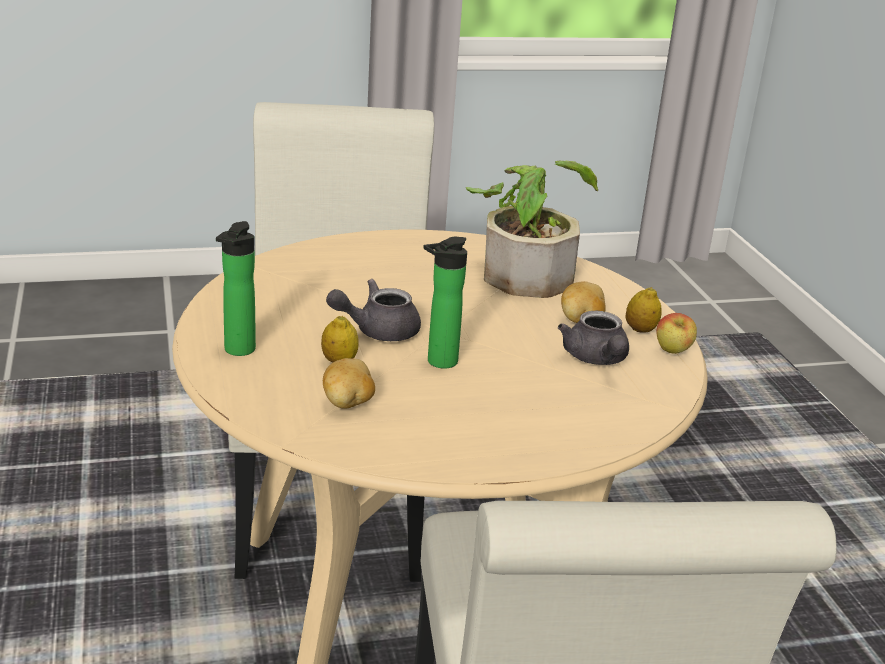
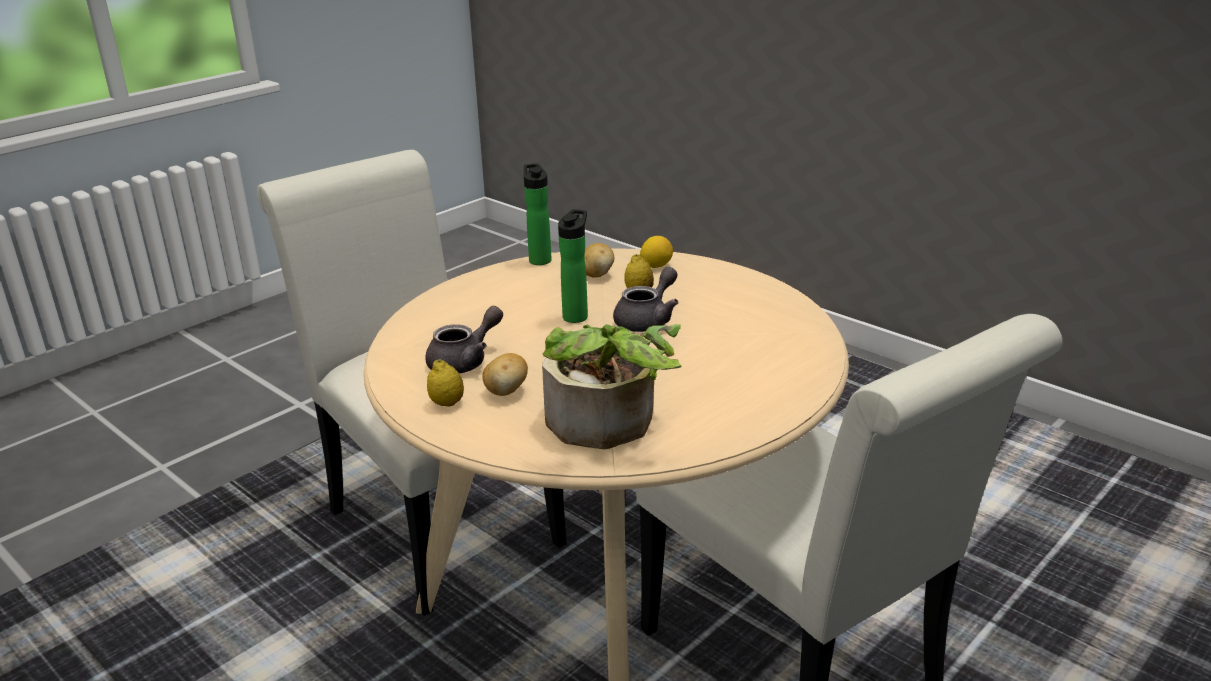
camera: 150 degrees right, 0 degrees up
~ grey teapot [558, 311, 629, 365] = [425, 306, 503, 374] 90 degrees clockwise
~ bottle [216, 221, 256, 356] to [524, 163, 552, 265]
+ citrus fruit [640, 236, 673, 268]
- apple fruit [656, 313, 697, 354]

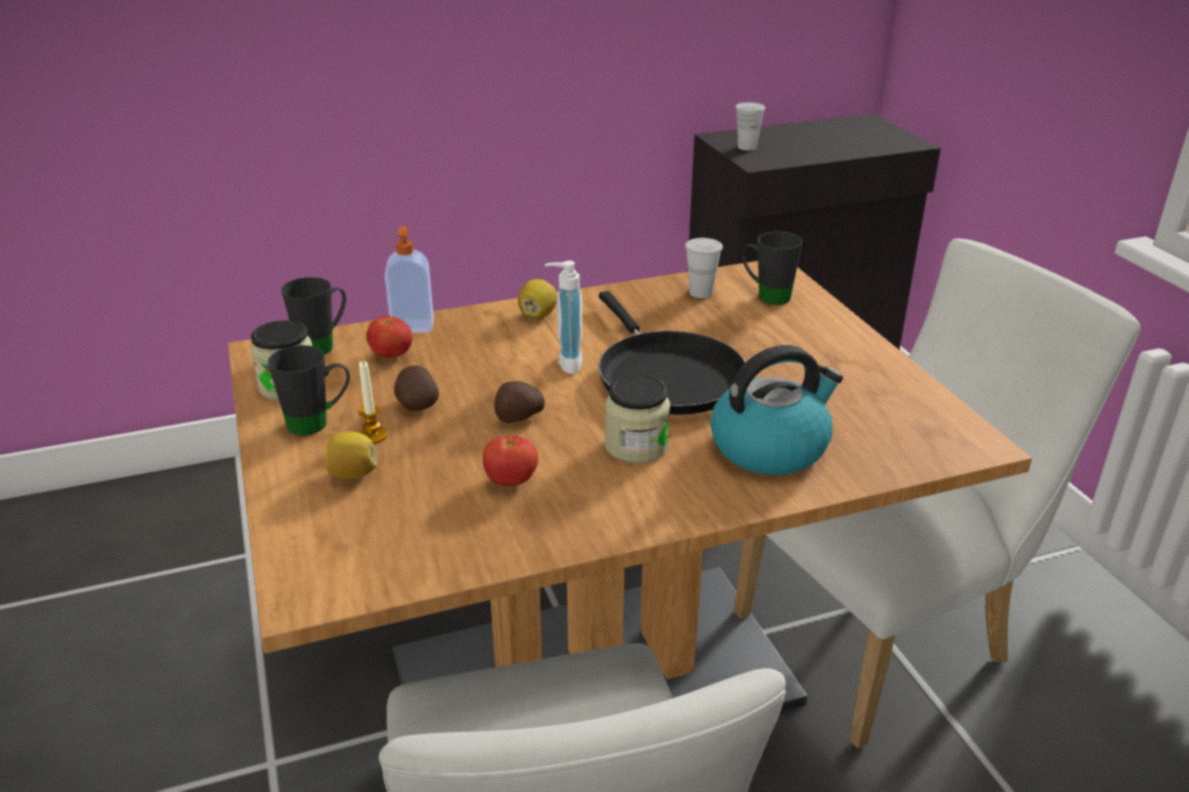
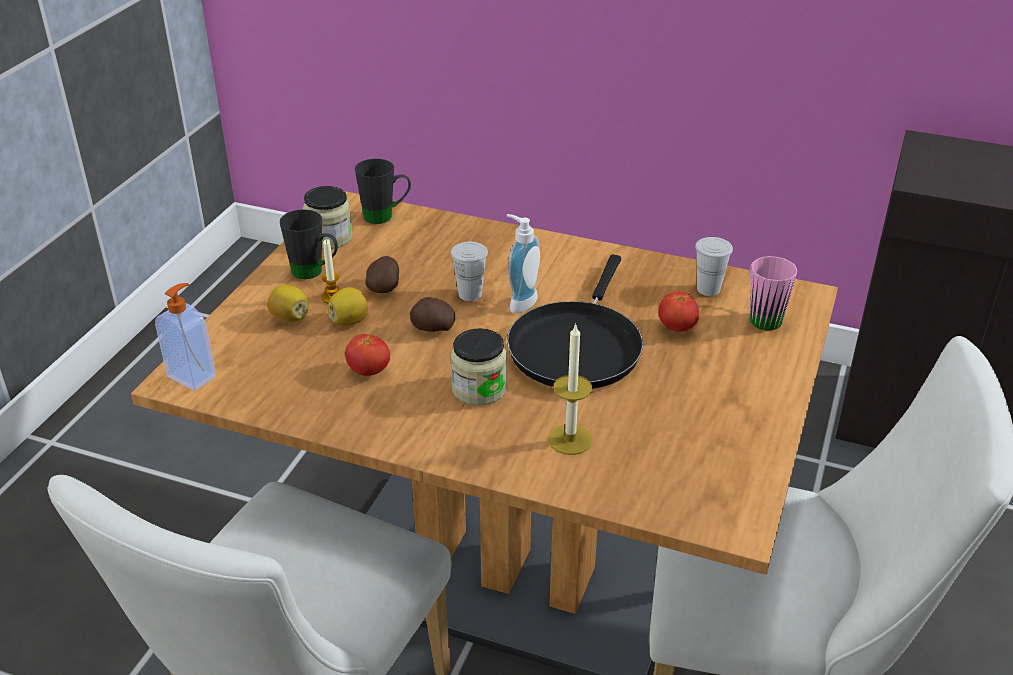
camera: 40 degrees right, 5 degrees up
~ liquid soap bottle [385, 226, 434, 333] to [155, 283, 216, 391]
~ citrus fruit [518, 279, 557, 319] to [328, 287, 368, 326]
~ white small cup [735, 102, 765, 150] to [451, 242, 488, 301]
~ tea kettle [710, 345, 843, 475] to wax light [548, 323, 592, 455]
~ whole tomato [366, 316, 413, 358] to [658, 291, 699, 332]
~ black-coloured mug [741, 232, 802, 305] to pink-coloured mug [749, 256, 797, 331]

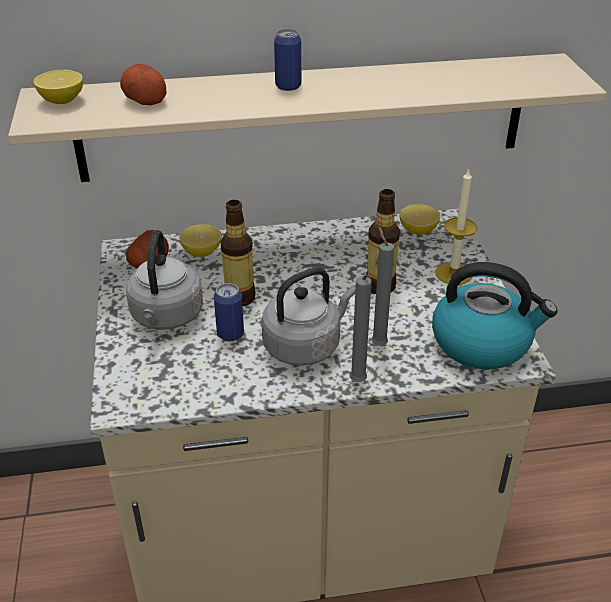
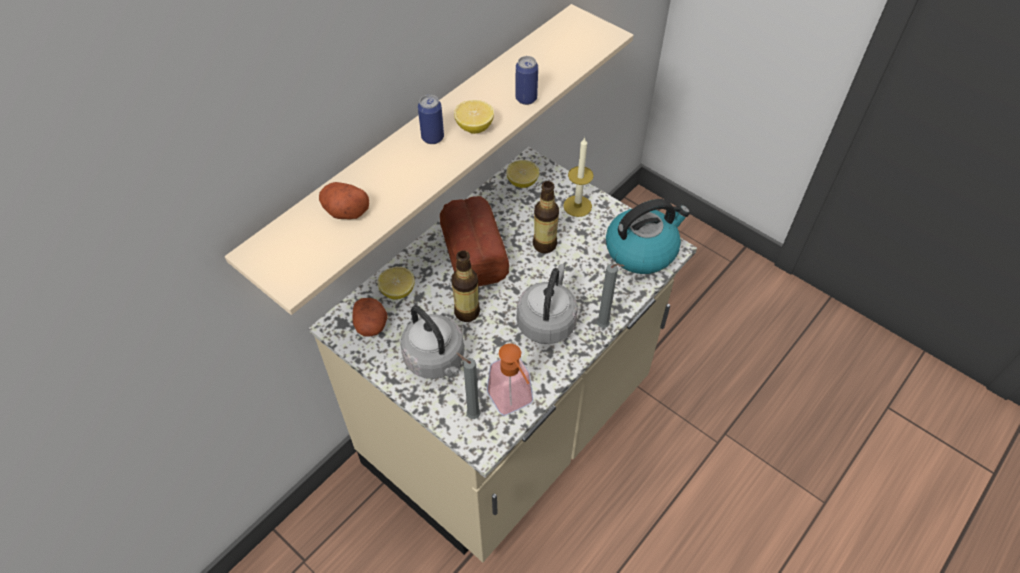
camera: 40 degrees left, 15 degrees up
+ baked bread [440, 196, 509, 287]
~ citrus fruit [34, 70, 83, 104] to [454, 100, 494, 134]
~ grey wax light [371, 227, 394, 346] to [457, 353, 481, 419]
+ liquid soap bottle [487, 343, 533, 416]
~ sealed can [214, 283, 244, 341] to [515, 56, 538, 105]

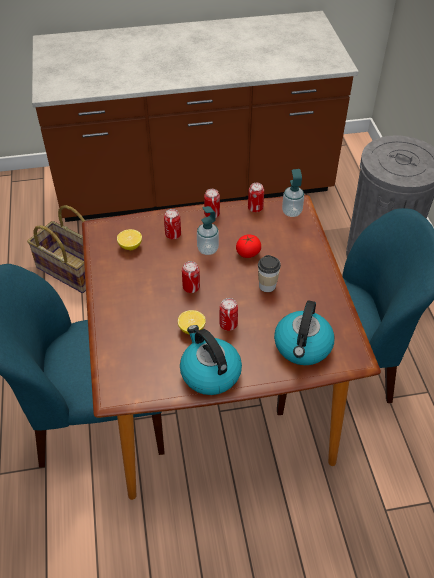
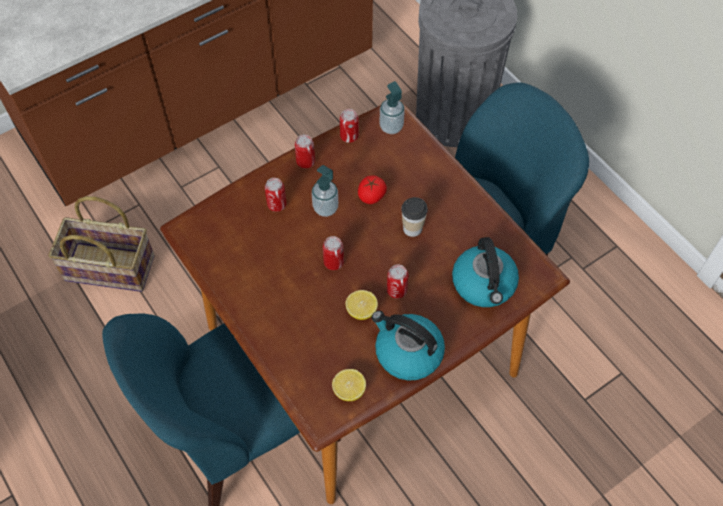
camera: 25 degrees left, 10 degrees up
~ citrus fruit [117, 229, 142, 250] to [332, 369, 366, 401]

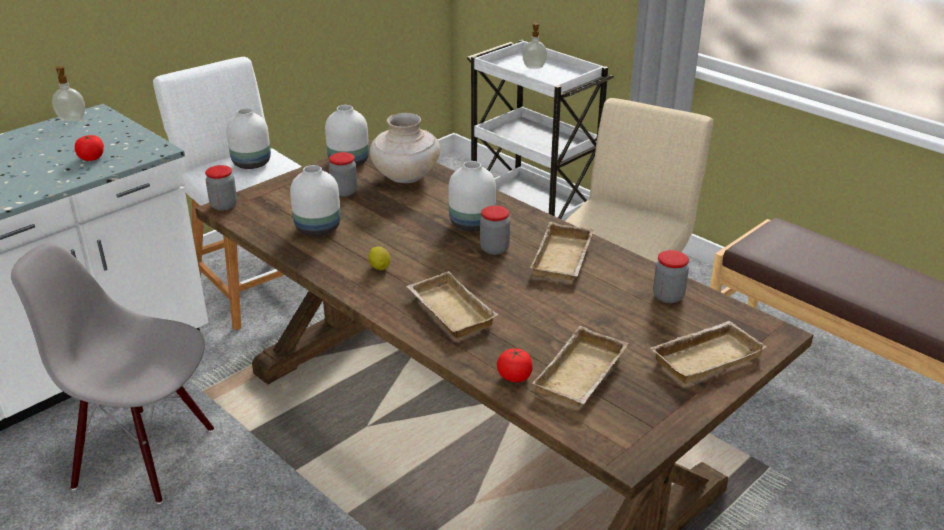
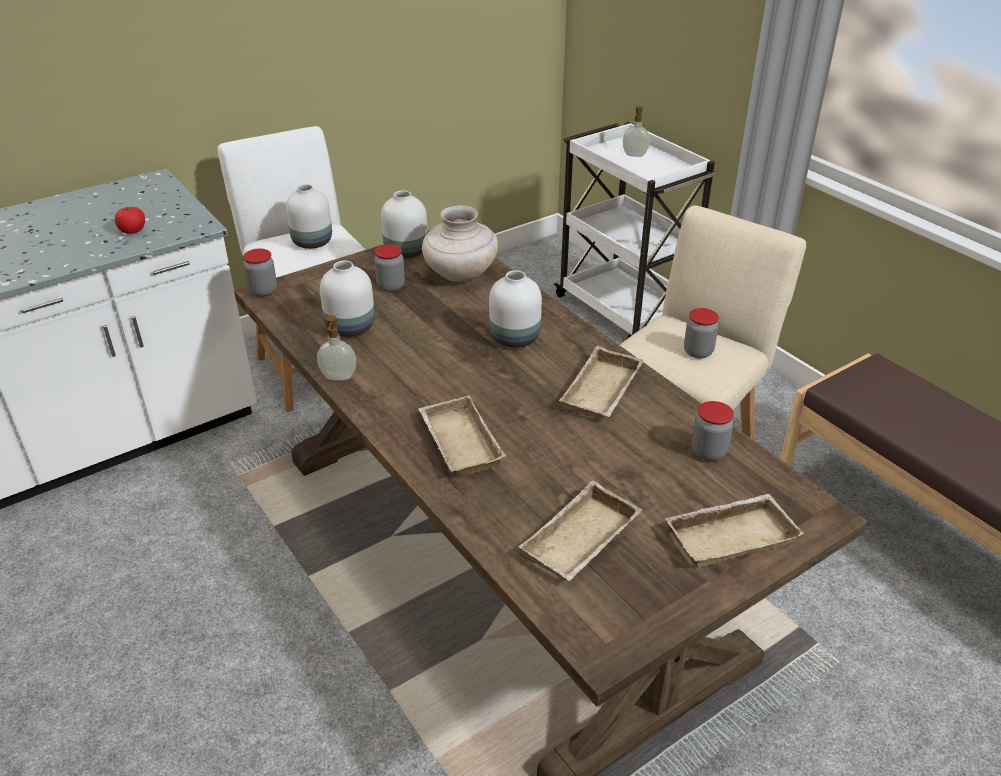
camera: 10 degrees right, 5 degrees up
~ liquid soap bottle [52, 66, 85, 122] to [317, 315, 356, 380]
~ jar [480, 206, 510, 255] to [684, 308, 719, 358]
- grey upright chair [11, 243, 214, 504]
- citrus fruit [368, 247, 390, 270]
- whole tomato [497, 347, 533, 382]

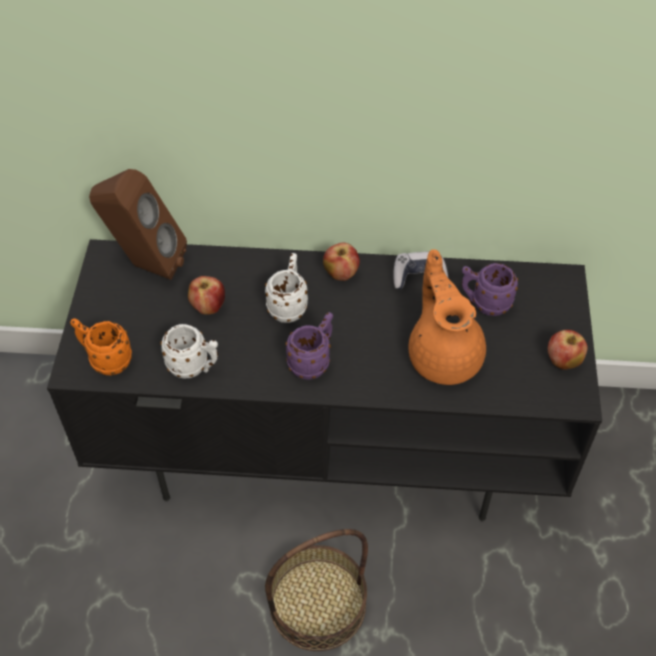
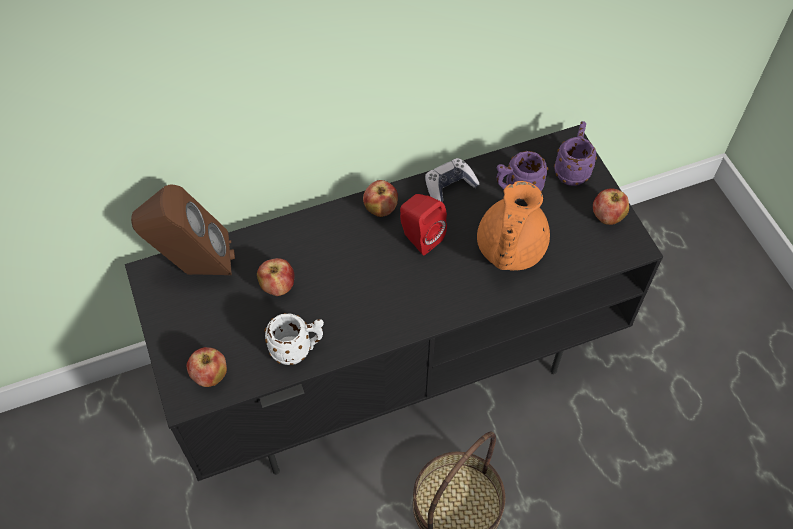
camera: 25 degrees left, 5 degrees up
~ orangey mug [70, 318, 132, 376] to apple fruit [187, 347, 227, 387]
+ red audio speaker [400, 194, 447, 255]
~ orangey teapot [408, 249, 486, 385] = [477, 181, 550, 271] 120 degrees counterclockwise
~ purple-coloured mug [285, 312, 333, 380] to [554, 121, 597, 186]
- white mug [265, 253, 308, 323]

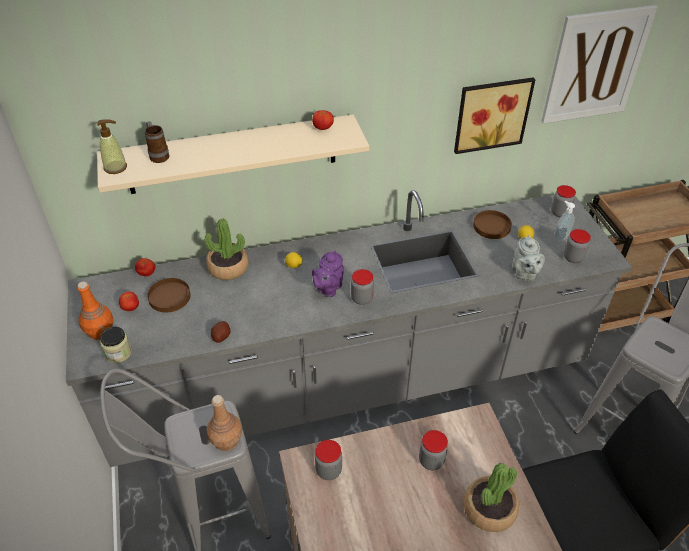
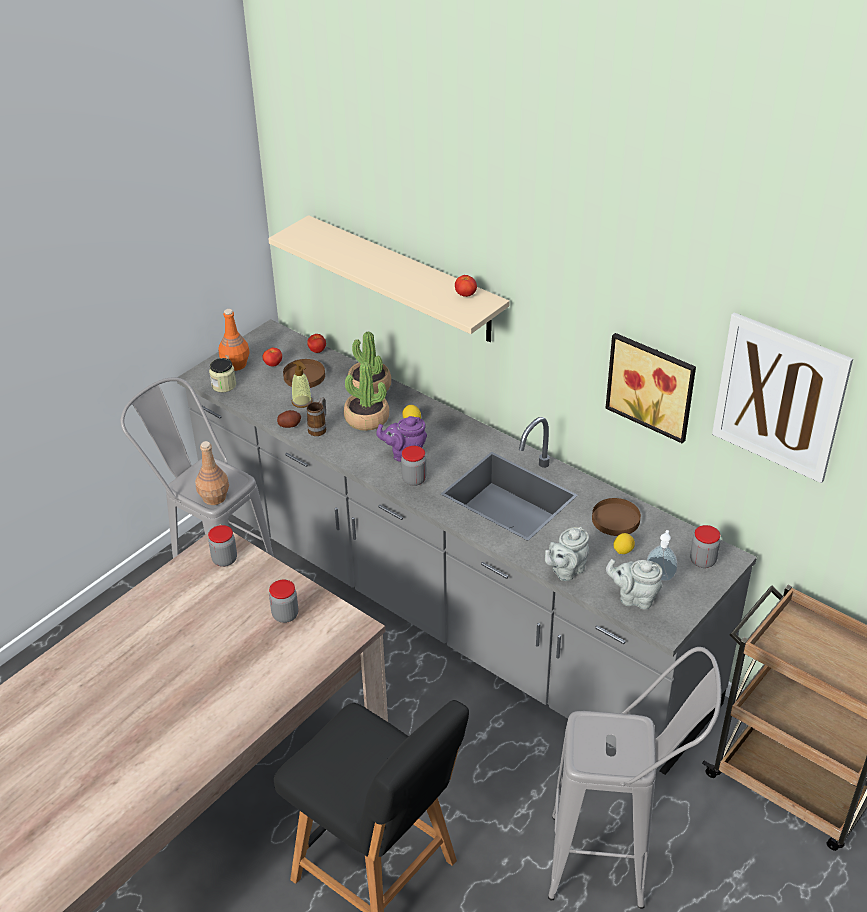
camera: 55 degrees right, 5 degrees down
~ liquid soap bottle [97, 119, 127, 174] to [292, 360, 312, 408]
~ mug [145, 121, 169, 163] to [307, 397, 326, 436]
~ potted plant [464, 463, 519, 532] to [344, 362, 389, 431]
~ jar [564, 229, 591, 263] to grey teapot [606, 559, 663, 610]

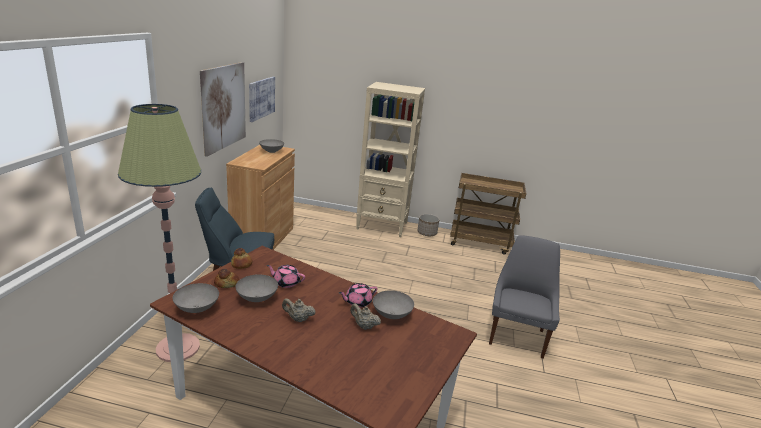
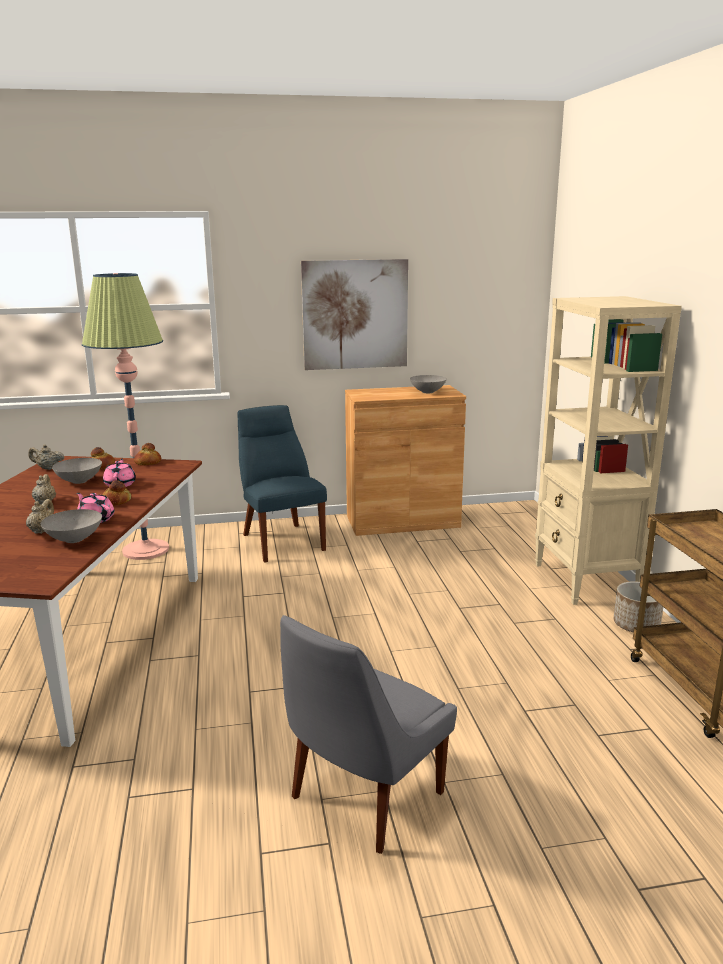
camera: 70 degrees right, 5 degrees down
~ grey deep dish [172, 283, 219, 313] to sand-coloured teapot [28, 445, 65, 470]
+ baked bread [102, 480, 131, 506]
~ grey upright chair [489, 235, 560, 359] = [280, 615, 457, 854] 135 degrees clockwise
- wall picture [249, 77, 275, 122]

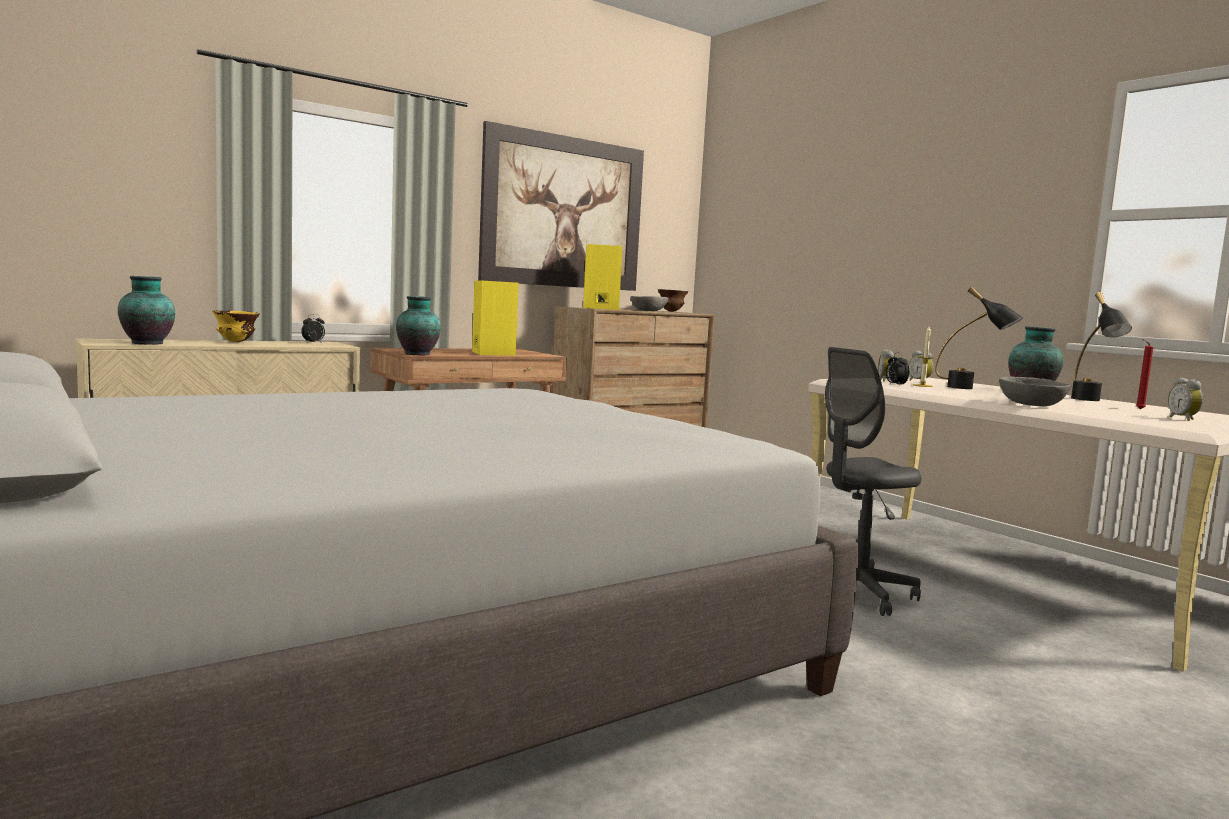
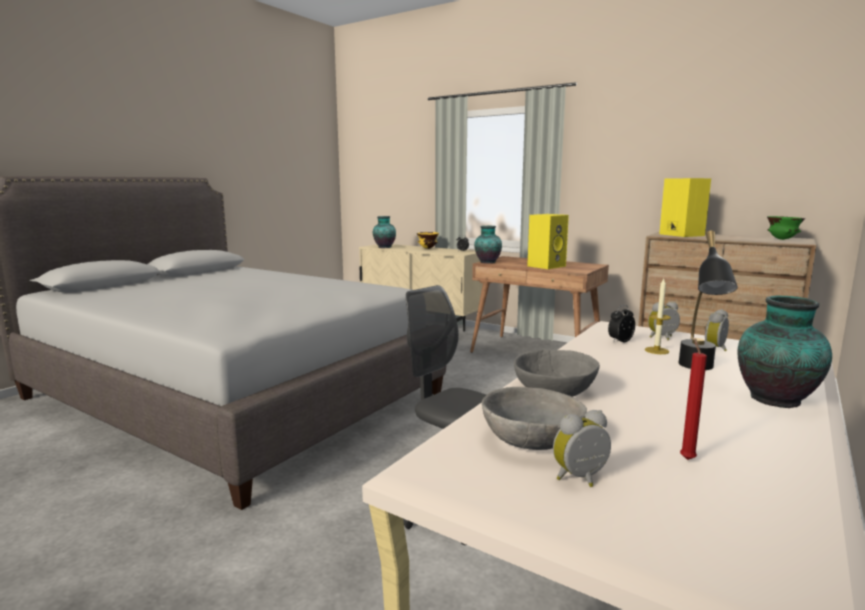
camera: 70 degrees right, 5 degrees up
~ grey deep dish [630, 296, 669, 311] to [482, 387, 587, 450]
~ brown deep dish [658, 289, 688, 312] to green deep dish [767, 216, 805, 240]
- wall picture [478, 121, 644, 291]
- black-coloured lamp for a table [1071, 292, 1132, 401]

